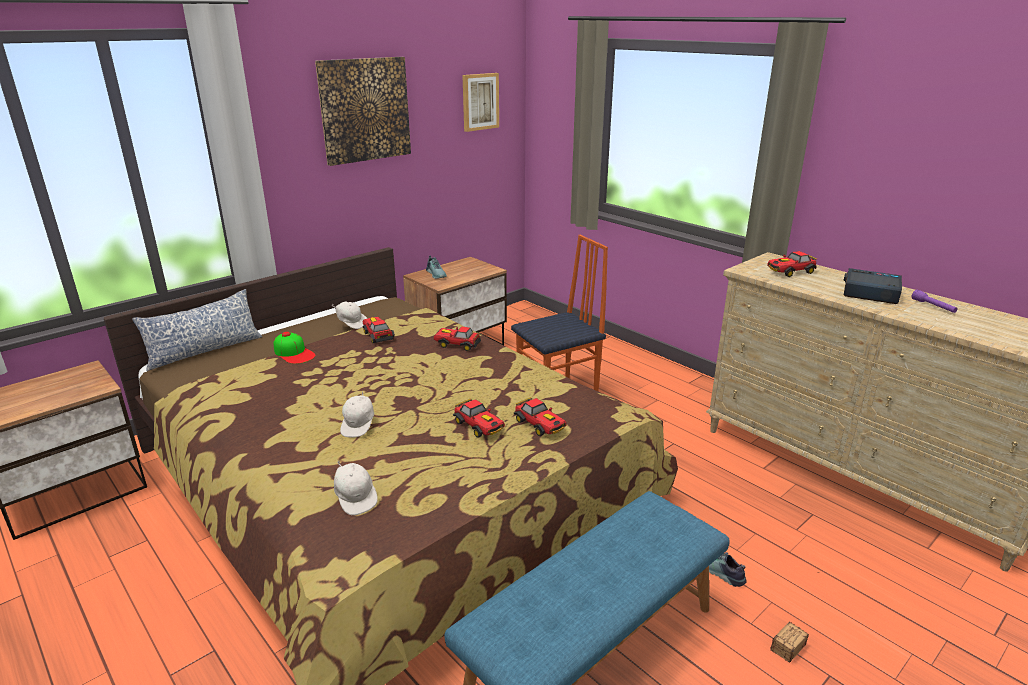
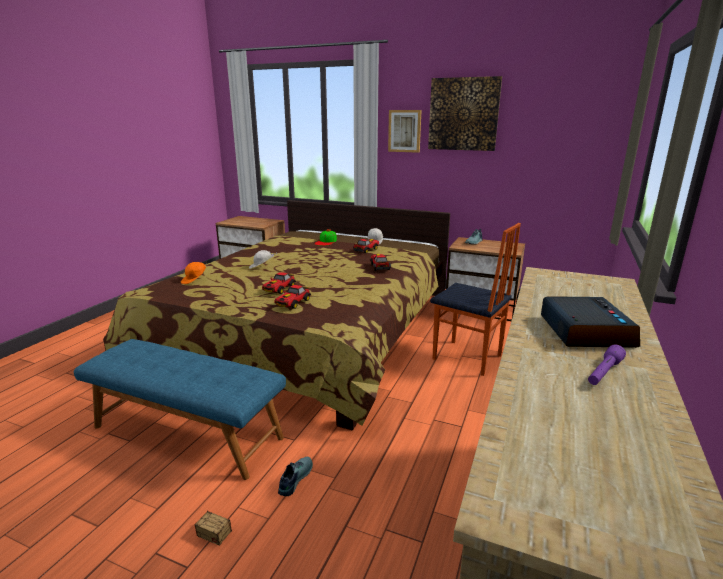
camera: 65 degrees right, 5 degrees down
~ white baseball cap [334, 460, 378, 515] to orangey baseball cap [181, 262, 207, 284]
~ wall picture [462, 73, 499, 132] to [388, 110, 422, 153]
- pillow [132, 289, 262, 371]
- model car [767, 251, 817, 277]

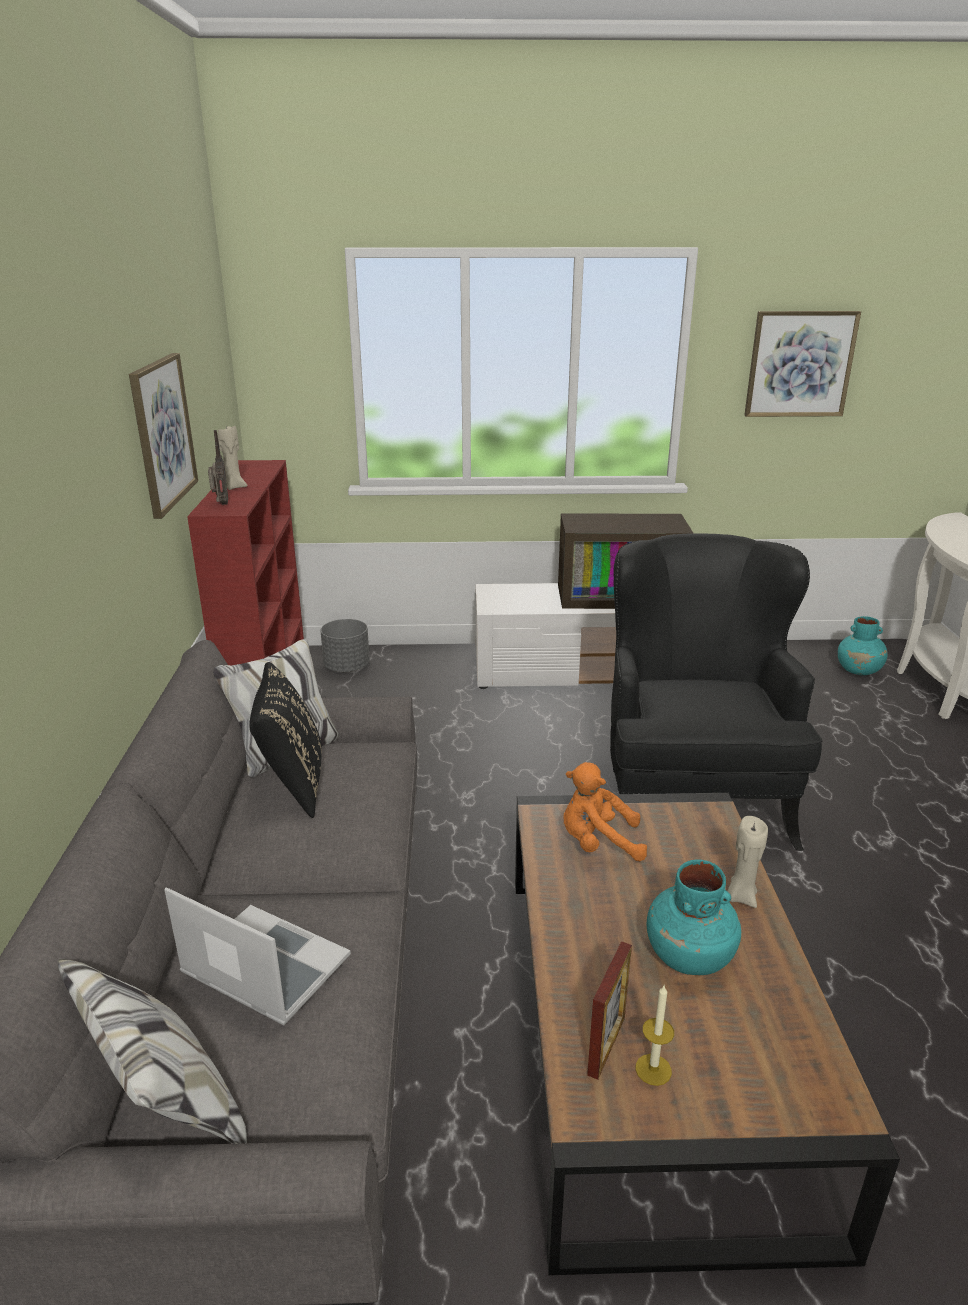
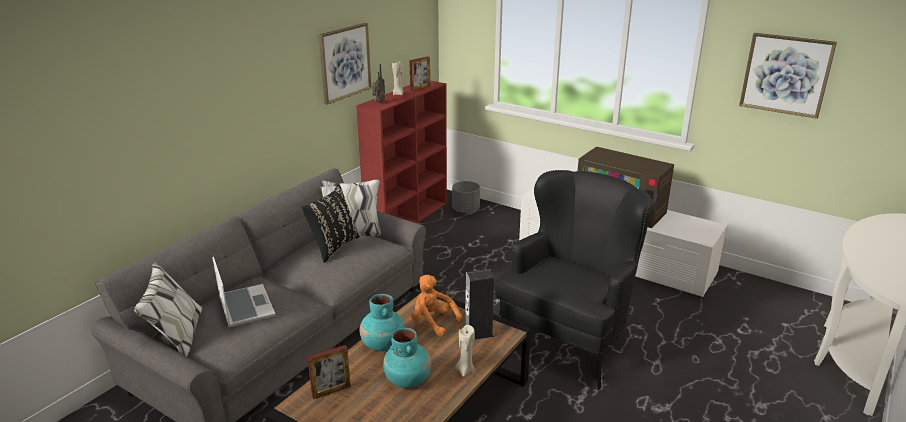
camera: 35 degrees right, 0 degrees up
~ turquoise vase [838, 616, 887, 675] to [360, 294, 405, 351]
+ photo frame [409, 56, 430, 91]
+ audio speaker [465, 269, 494, 340]
- wax light [636, 986, 674, 1086]

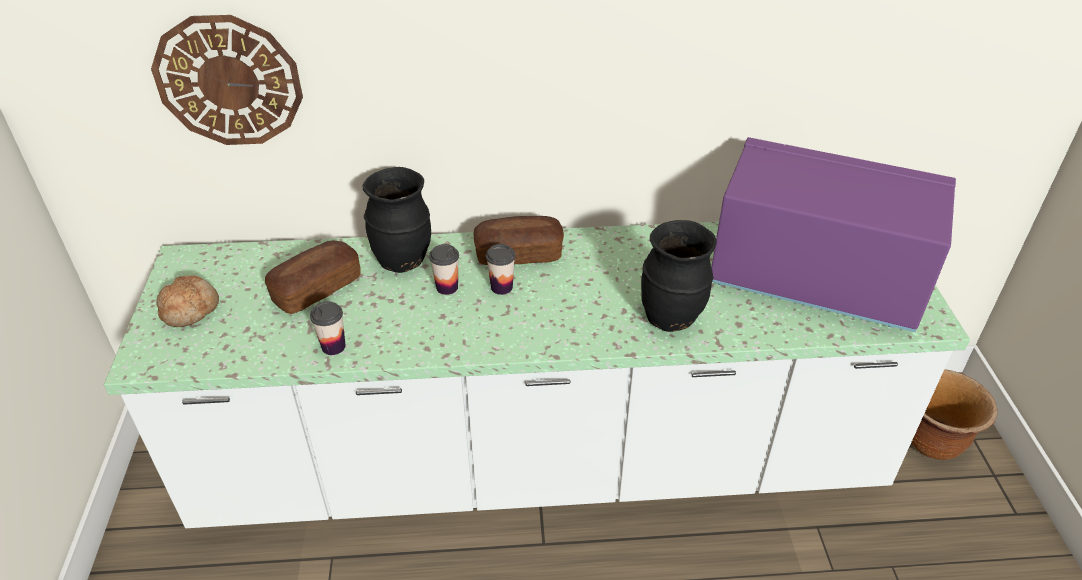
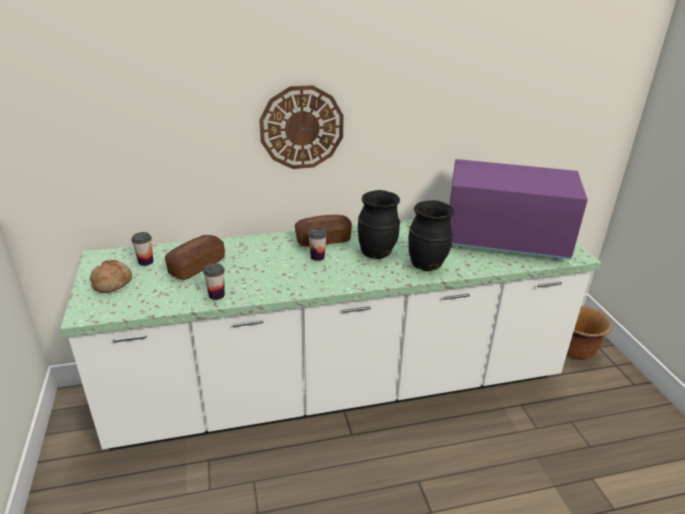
camera: 10 degrees left, 10 degrees down
~ small cup [429, 244, 459, 295] to [131, 232, 153, 266]
~ hanging clock [151, 15, 303, 145] to [259, 85, 344, 169]
~ black-coloured vase [363, 167, 431, 273] to [358, 190, 400, 259]

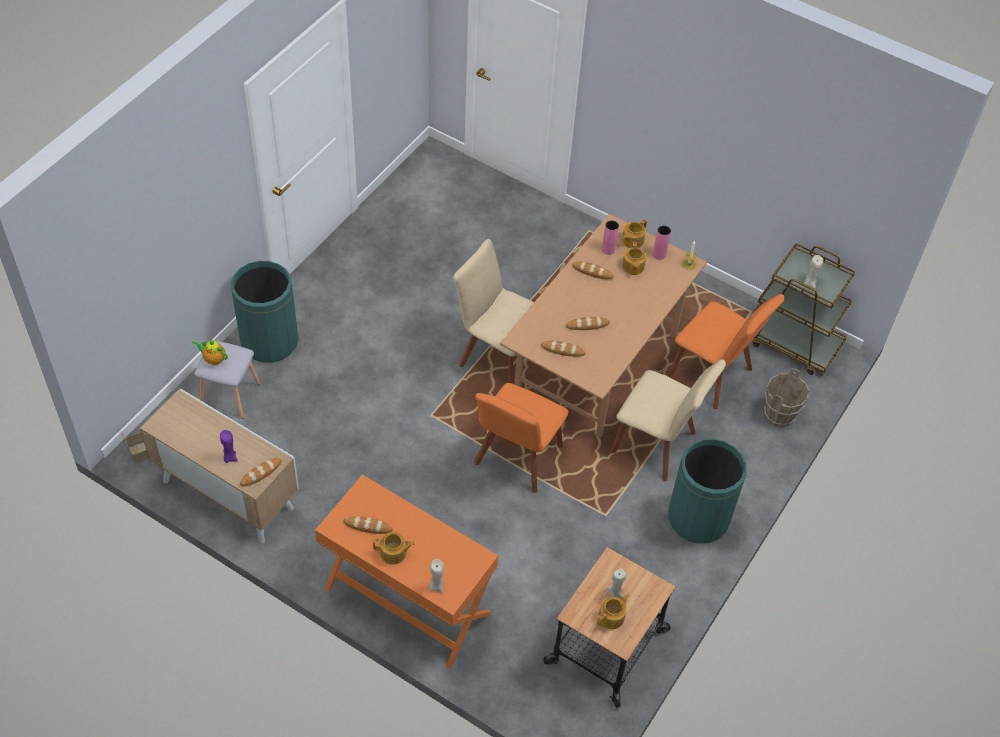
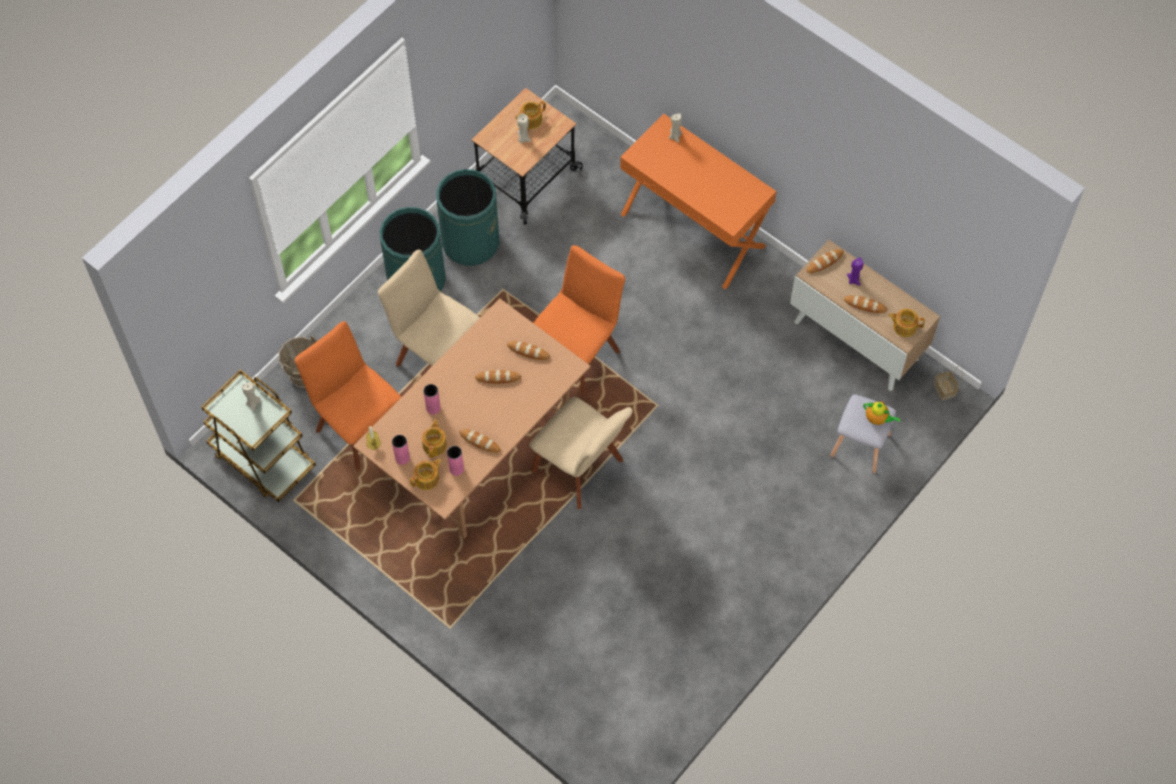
camera: 170 degrees left, 10 degrees up
+ pink-coloured vase [423, 384, 441, 414]
~ green waste bin [231, 261, 299, 363] to [436, 169, 500, 266]
~ baked bread [343, 516, 393, 534] to [844, 295, 887, 313]
~ teapot [373, 532, 415, 565] to [888, 309, 925, 337]

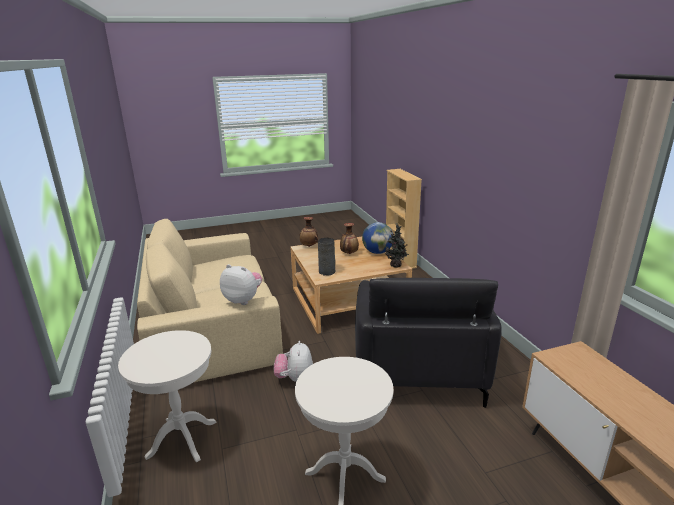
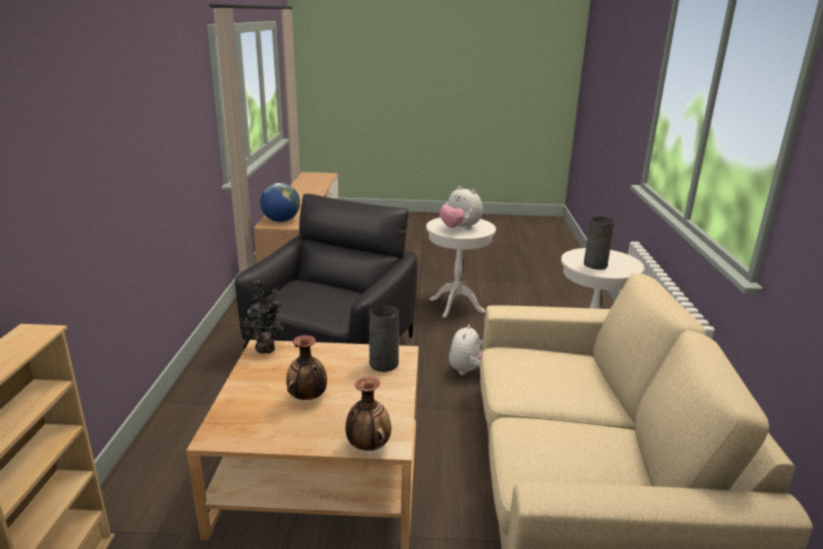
camera: 160 degrees left, 0 degrees up
~ world globe [362, 222, 394, 254] to [260, 183, 300, 222]
~ plush toy [220, 264, 262, 305] to [439, 186, 483, 229]
+ grey vase [584, 217, 614, 270]

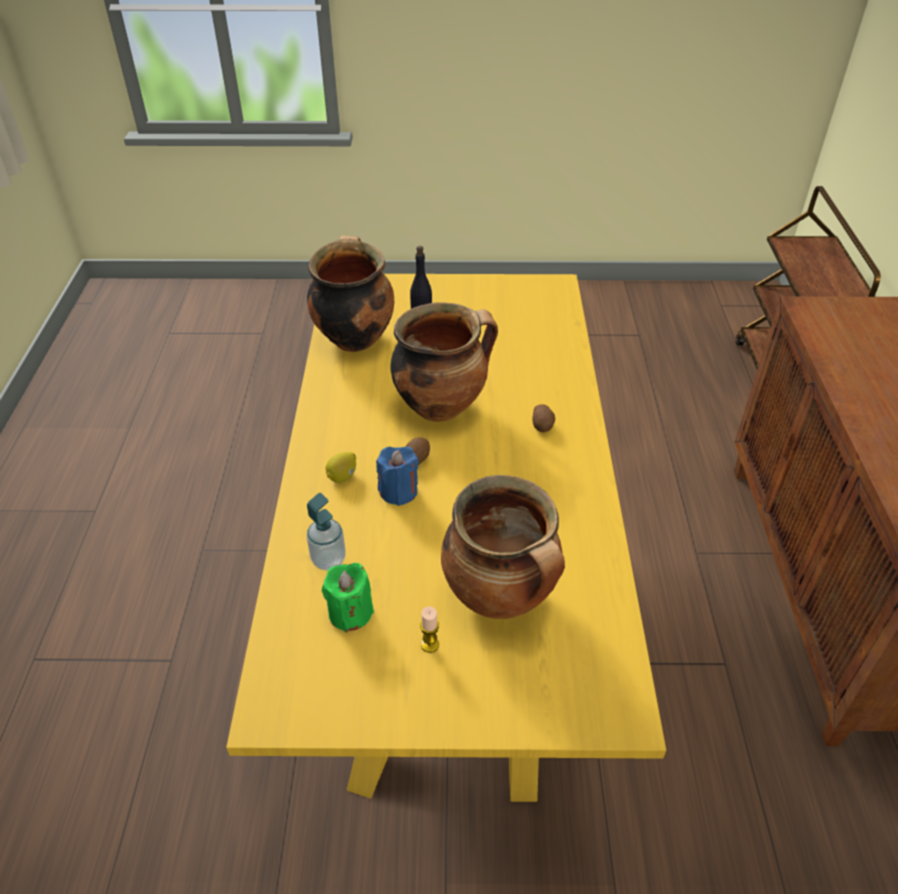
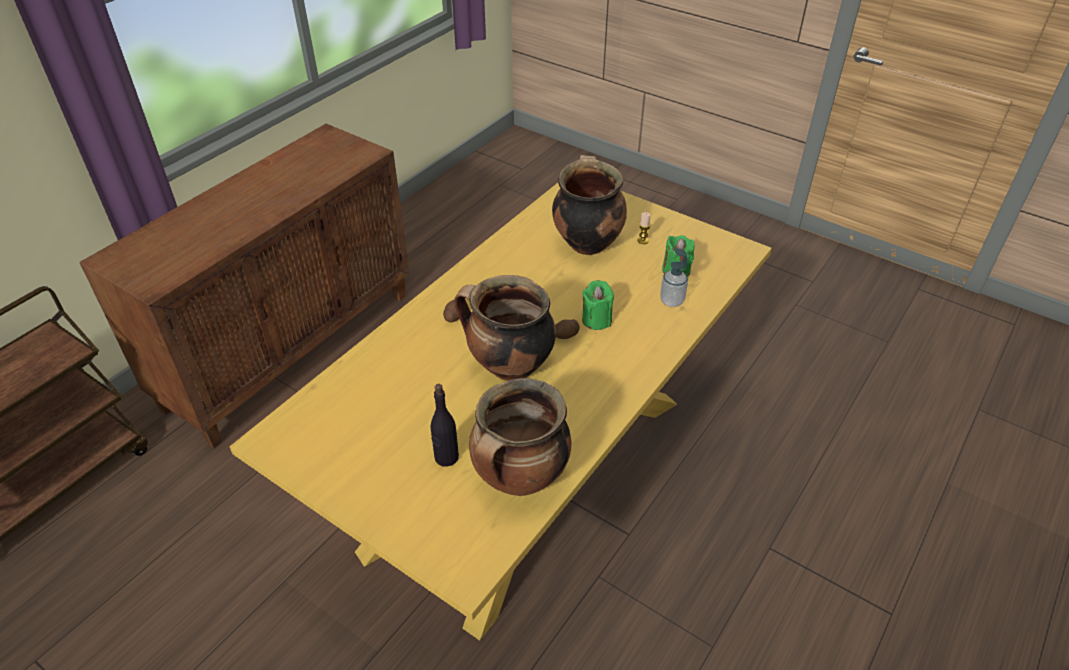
camera: 145 degrees left, 0 degrees up
~ bluish wax light [376, 447, 419, 506] to green wax light [582, 280, 614, 330]
- citrus fruit [326, 452, 356, 483]

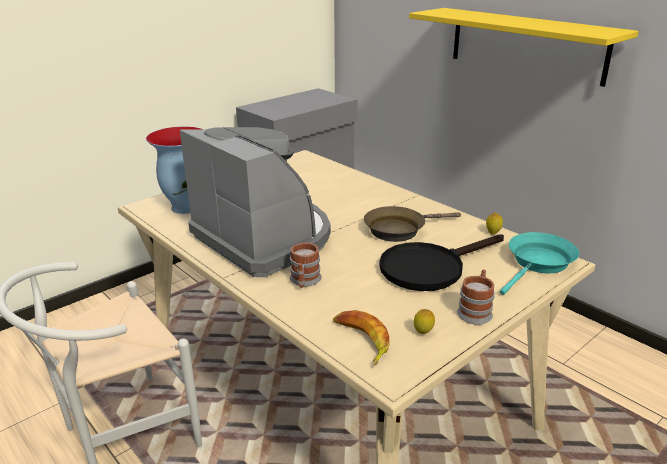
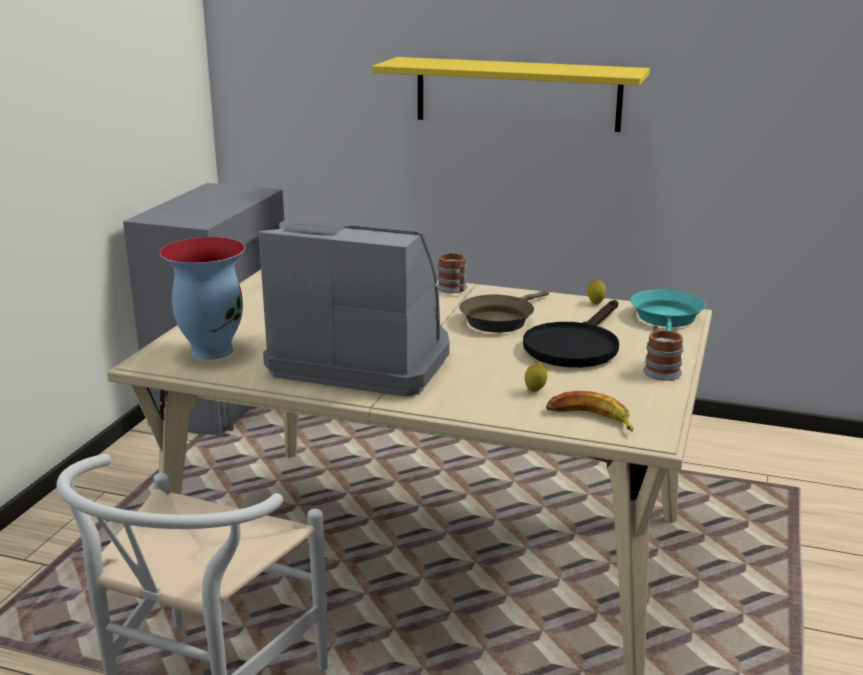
camera: 30 degrees left, 5 degrees down
~ mug [290, 242, 321, 288] to [437, 252, 467, 293]
~ citrus fruit [414, 309, 435, 334] to [525, 363, 547, 392]

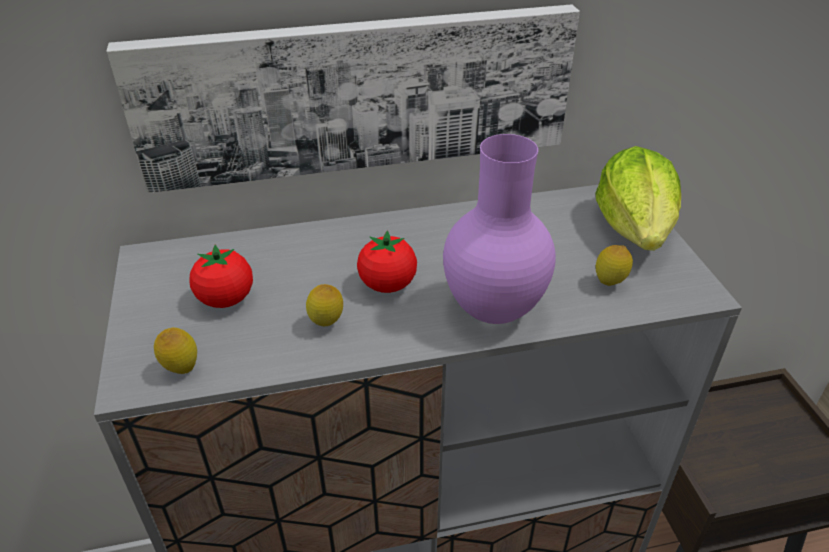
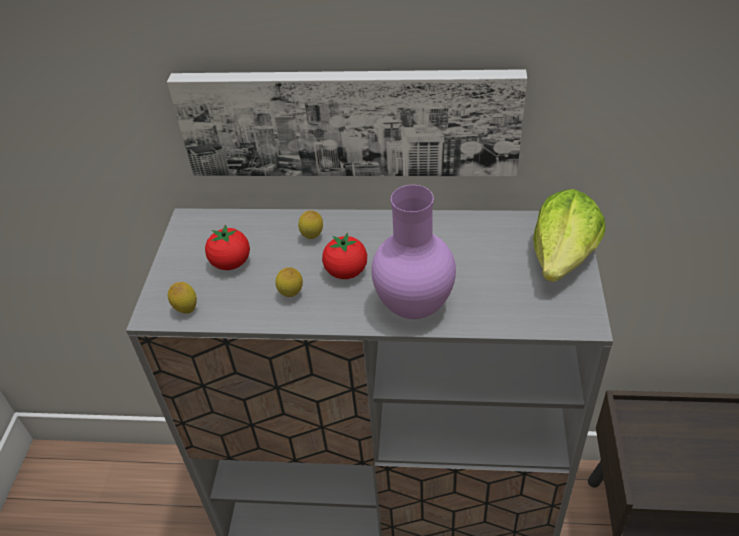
camera: 20 degrees right, 5 degrees up
~ citrus fruit [596, 245, 633, 286] to [298, 210, 323, 239]

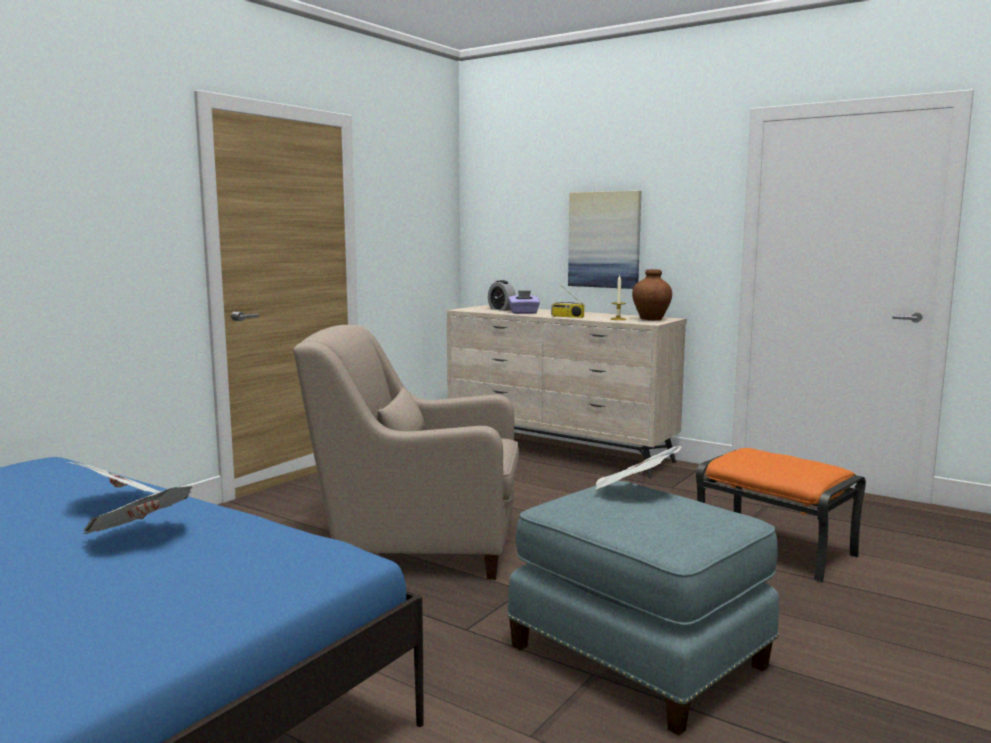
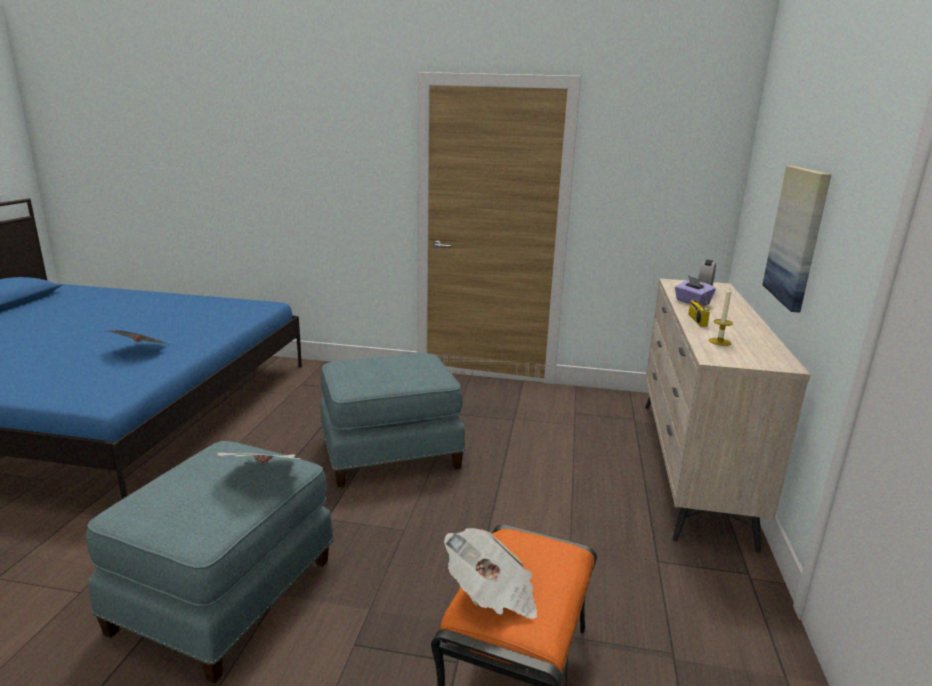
camera: 65 degrees right, 10 degrees up
~ sand-coloured lounge chair [293, 325, 519, 580] to bluish ottoman [320, 353, 465, 487]
~ printed paper [67, 462, 161, 493] to [444, 528, 537, 619]
- brown vase [632, 269, 672, 320]

